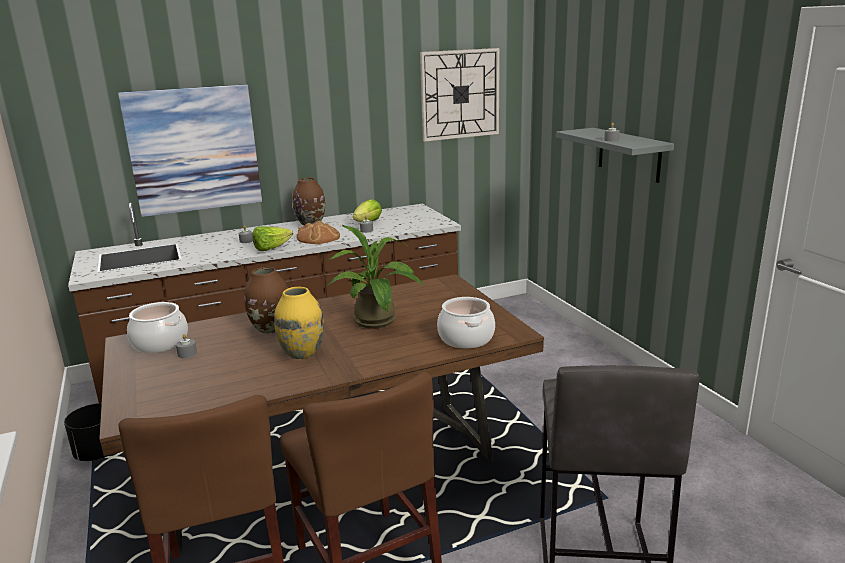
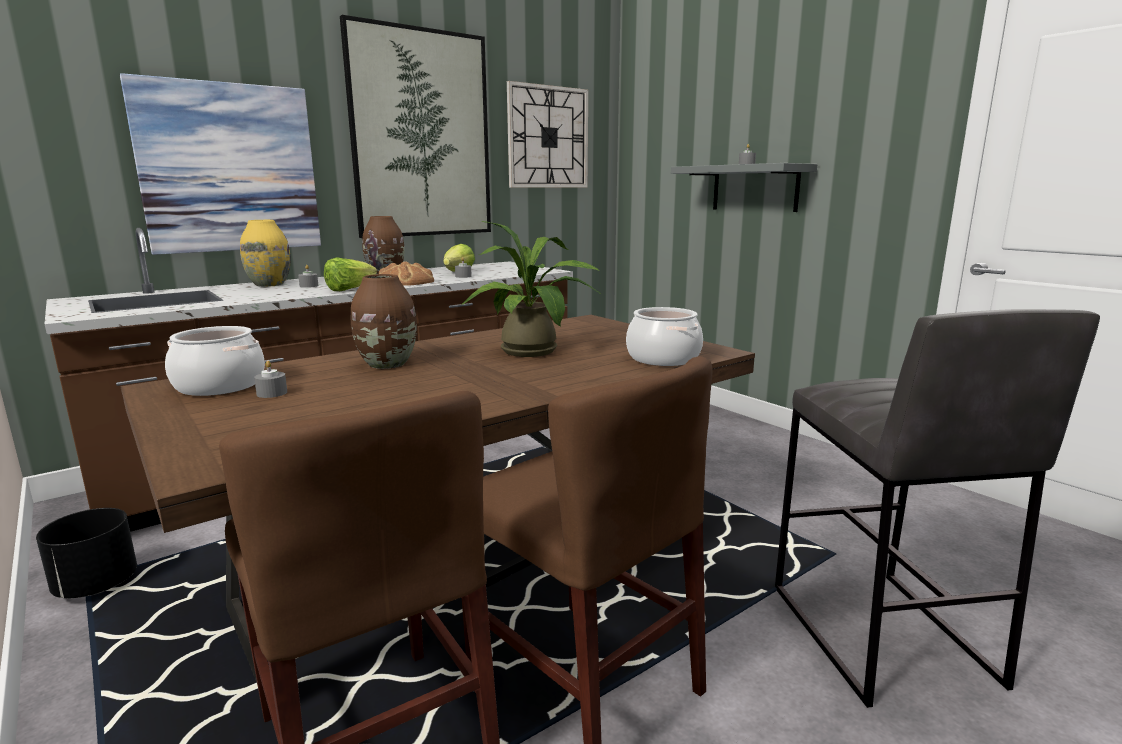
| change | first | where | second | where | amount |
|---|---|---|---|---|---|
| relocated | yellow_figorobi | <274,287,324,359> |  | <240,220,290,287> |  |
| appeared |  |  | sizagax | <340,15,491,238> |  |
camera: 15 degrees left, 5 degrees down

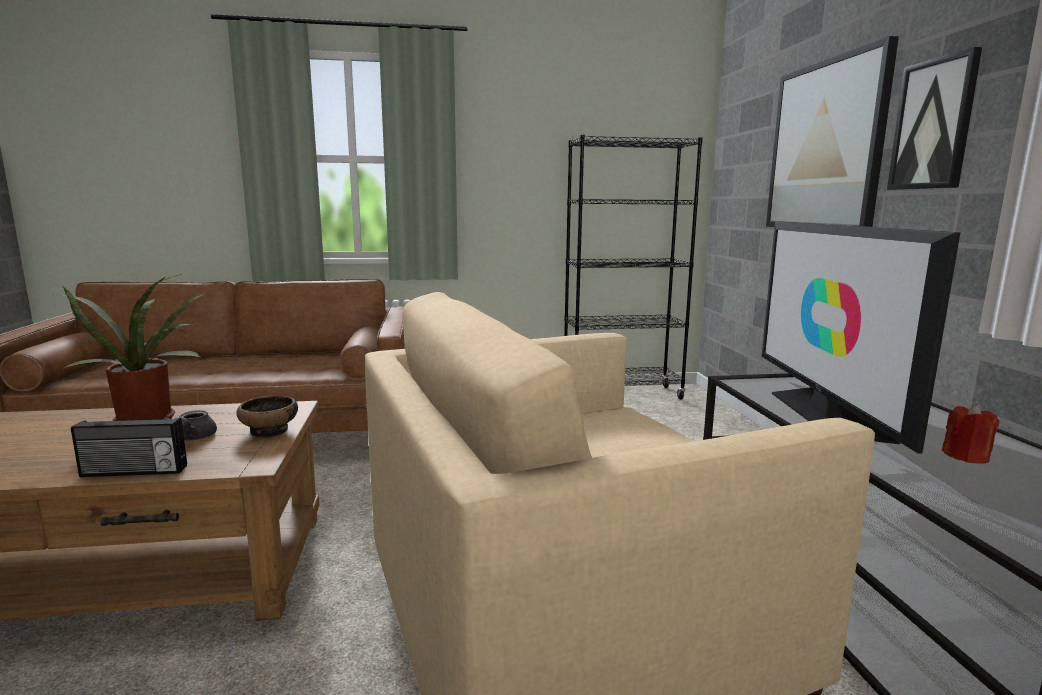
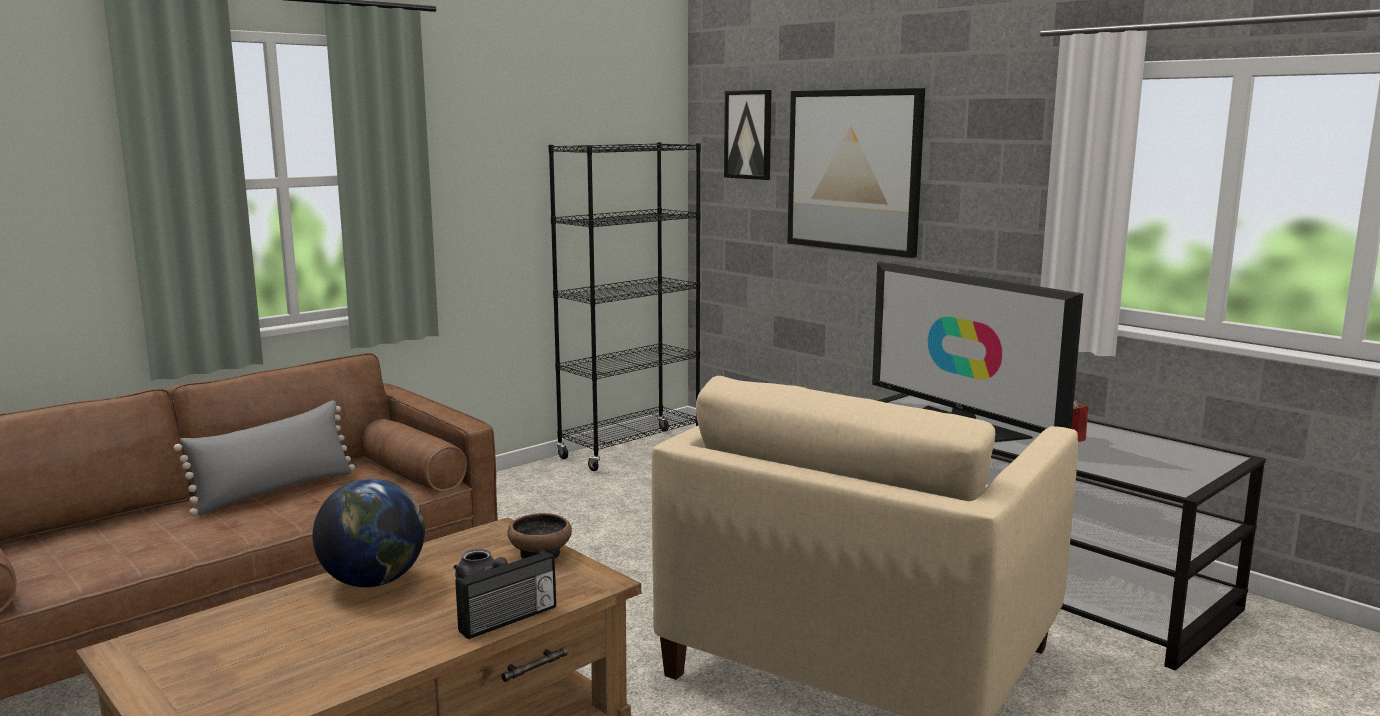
| change | first | where | second | where | amount |
|---|---|---|---|---|---|
| appeared |  |  | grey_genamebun | <174,400,355,516> |  |
| exchanged | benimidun | <54,274,204,421> | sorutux | <313,479,425,587> |  |
| relocated | sizagax | <887,47,982,190> |  | <724,90,772,180> |  |
camera: 35 degrees left, 0 degrees up

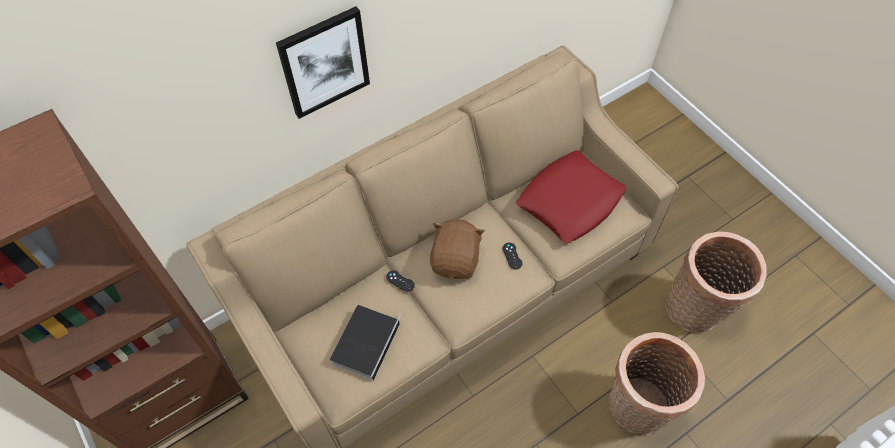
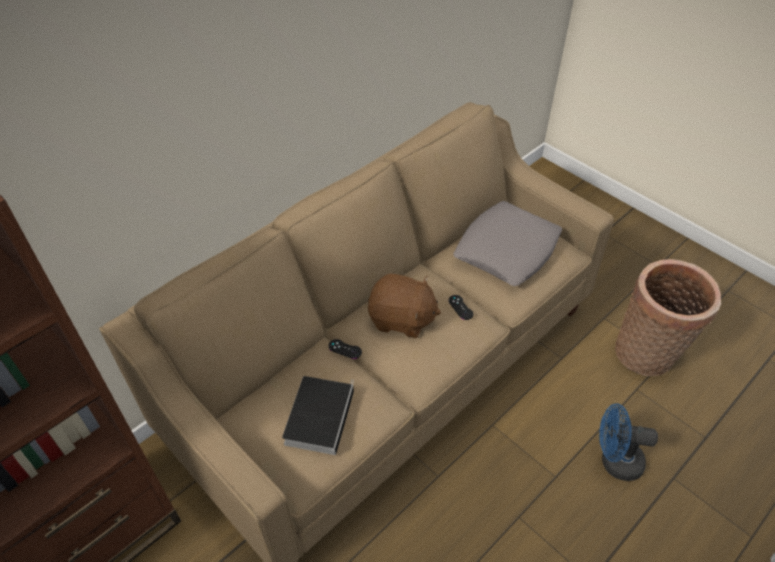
| change | first | where | second | where | amount |
|---|---|---|---|---|---|
| spun | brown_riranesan | <430,219,485,280> |  | <368,274,441,338> | 105 degrees clockwise |
| colour | red_genamebun | <516,150,627,244> | grey_genamebun | <453,201,562,286> |  |
| exchanged | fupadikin | <609,332,705,435> | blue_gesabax | <599,403,658,481> |  |
| missing | sizagax | <276,6,370,119> |  |  |  |
camera: 10 degrees left, 10 degrees down

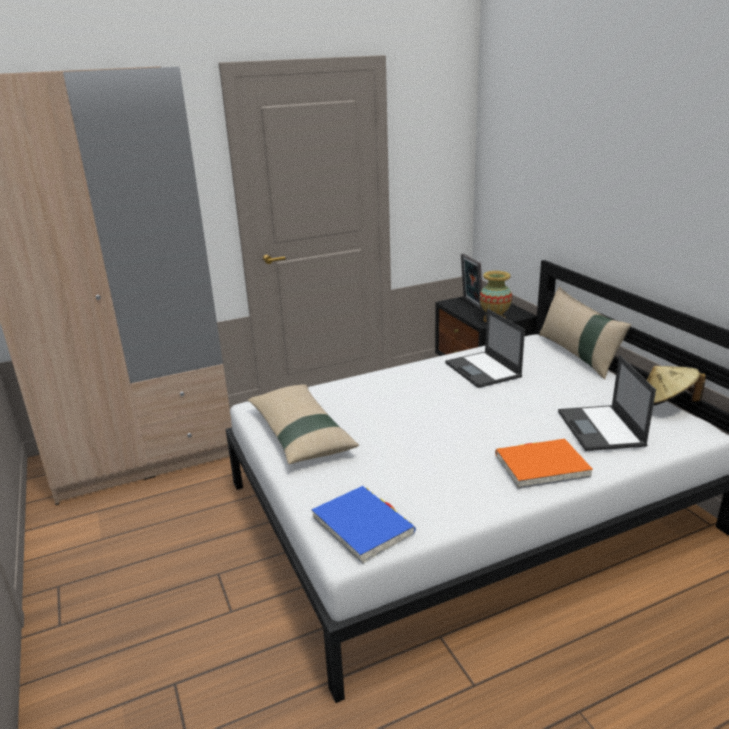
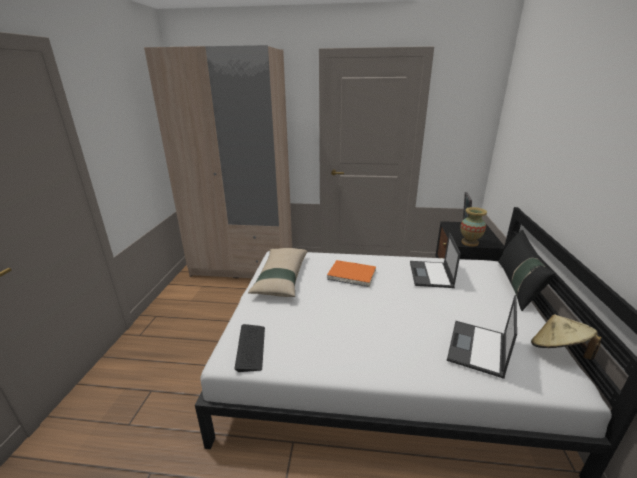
| change | first | where | second | where | amount |
|---|---|---|---|---|---|
| exchanged | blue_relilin | <311,486,416,564> | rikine | <234,324,265,372> |  |
| relocated | orange_relilin | <495,439,593,489> |  | <327,260,376,287> |  |
| colour | beige_genamebun | <539,287,631,379> | black_genamebun | <498,230,555,311> |  |
camera: 30 degrees right, 0 degrees up

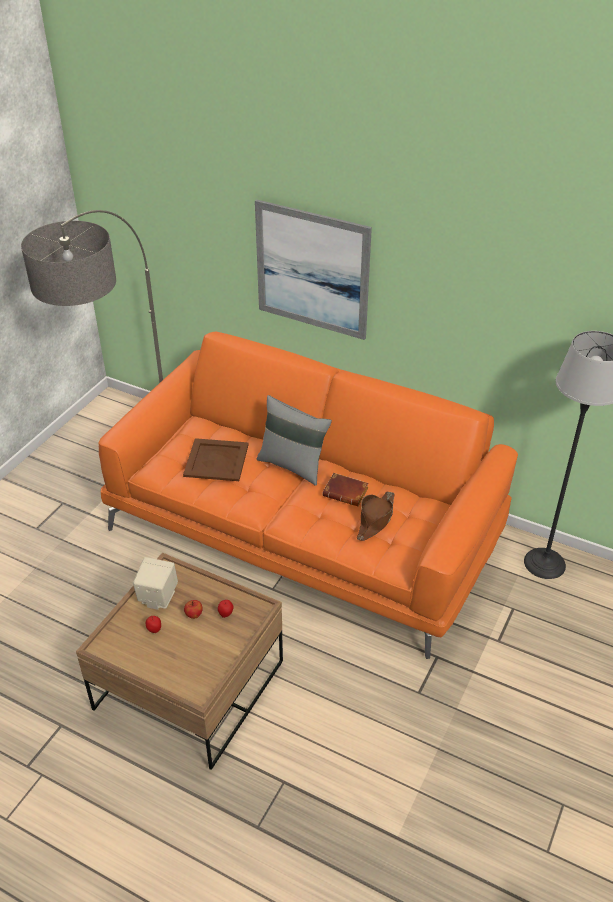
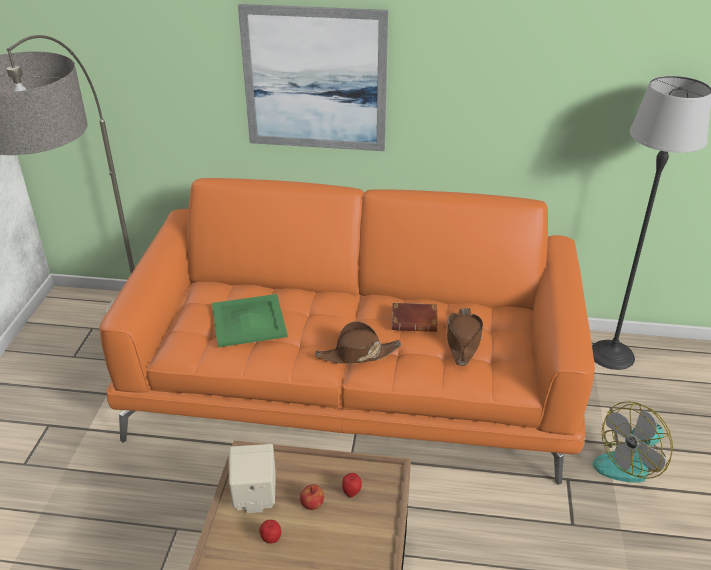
| change | first | where | second | where | amount |
|---|---|---|---|---|---|
| colour | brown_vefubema | <183,438,249,481> | green_vefubema | <212,294,288,347> |  |
| appeared |  |  | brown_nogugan | <315,321,401,364> |  |
| appeared |  |  | gesabax | <593,401,673,483> |  |
| missing | grey_genamebun | <257,395,332,486> |  |  |  |
camera: 20 degrees left, 5 degrees down

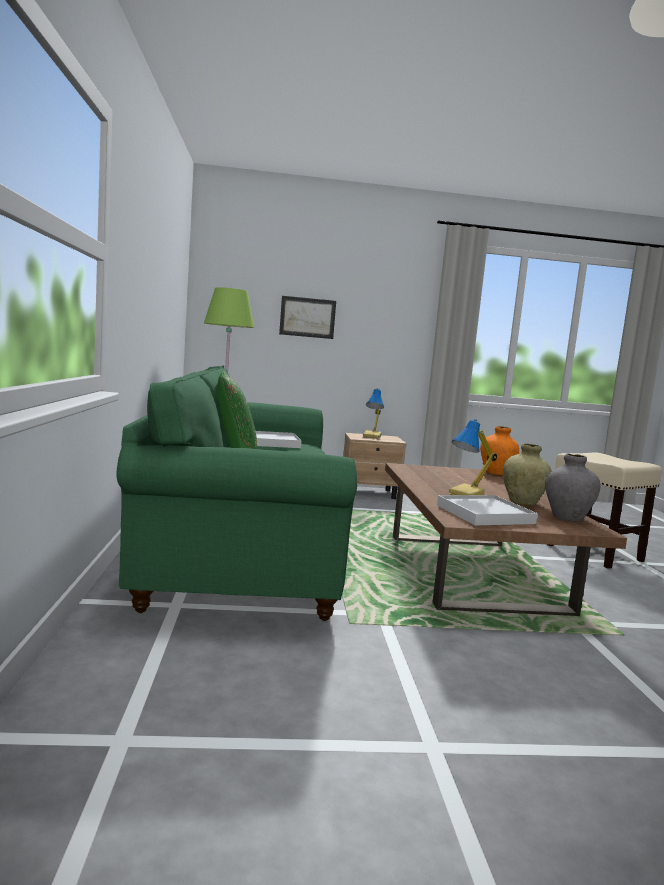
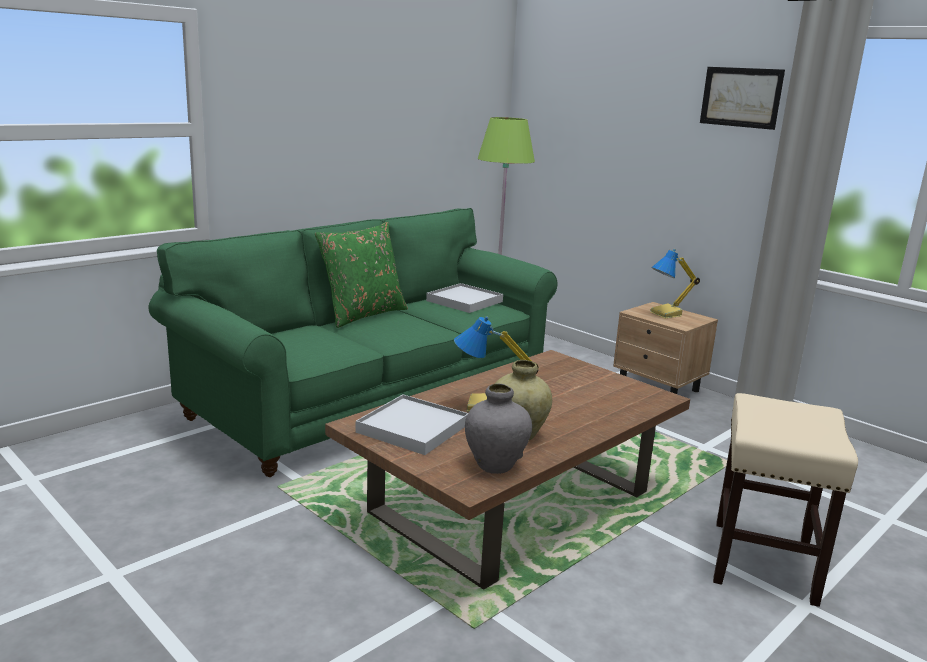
| change | first | where | second | where | amount |
|---|---|---|---|---|---|
| relocated | sizagax | <279,296,336,339> |  | <700,67,785,130> |  |
| missing | orange_figorobi | <480,426,519,475> |  |  |  |
camera: 50 degrees right, 10 degrees up

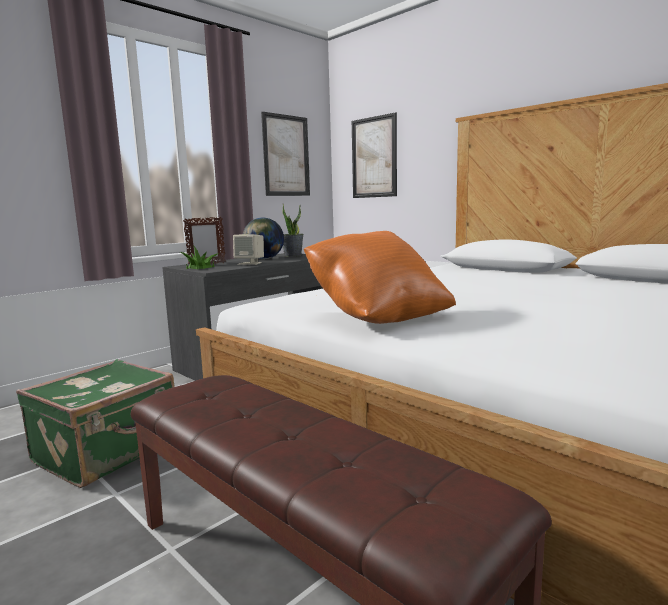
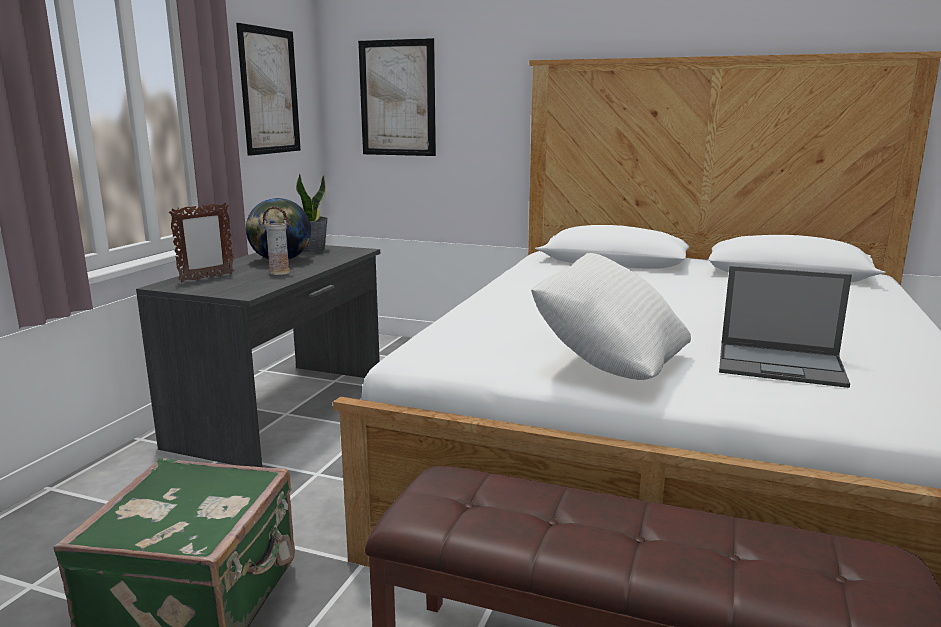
| change | first | where | second | where | amount |
|---|---|---|---|---|---|
| exchanged | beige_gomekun | <233,234,264,265> | figorobi | <262,206,290,275> |  |
| colour | orange_genamebun | <304,231,456,324> | white_genamebun | <531,253,691,380> |  |
| appeared |  |  | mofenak | <719,266,852,388> |  |
| missing | benimidun | <180,245,217,269> |  |  |  |
camera: 25 degrees left, 5 degrees up

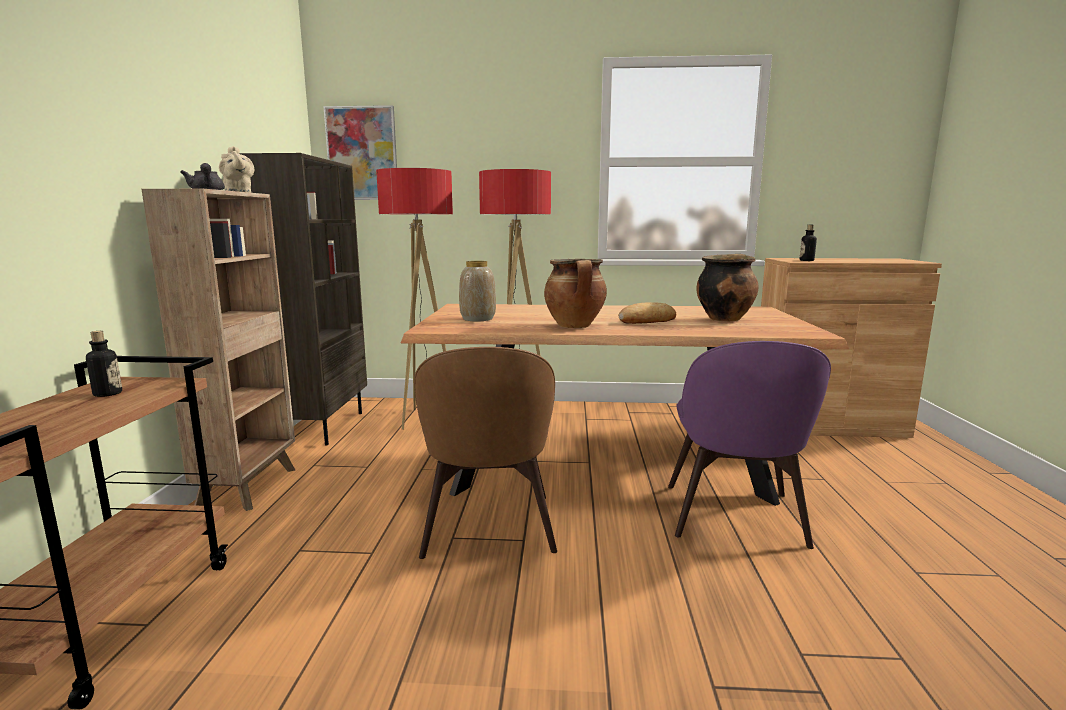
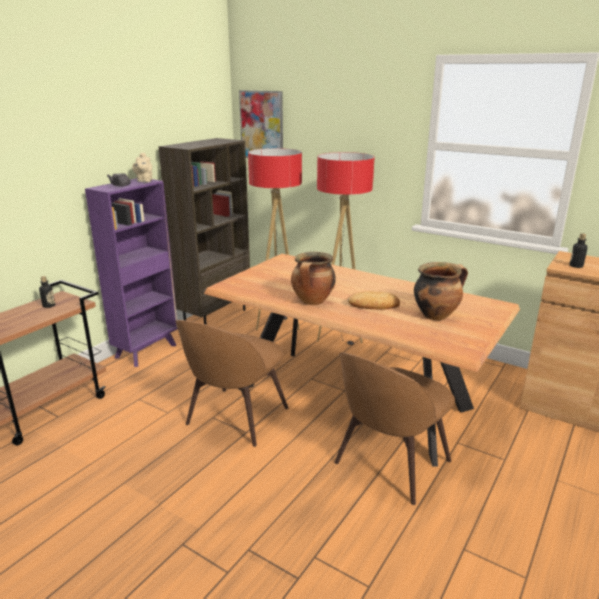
| change | first | where | second | where | amount |
|---|---|---|---|---|---|
| colour | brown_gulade | <142,189,295,511> | purple_gulade | <85,178,178,367> |  |
| colour | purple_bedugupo | <668,341,831,549> | brown_bedugupo | <334,352,455,505> |  |
| missing | figorobi | <459,261,496,321> |  |  |  |
camera: 30 degrees right, 10 degrees up

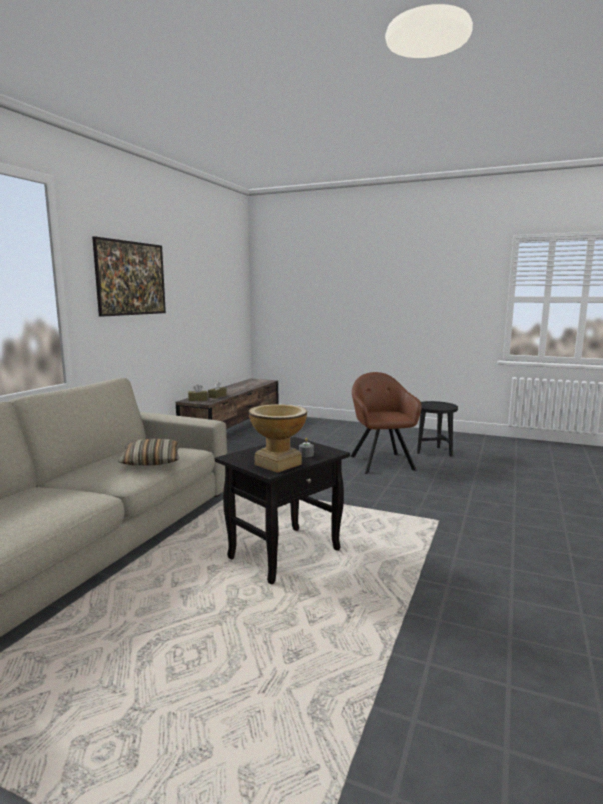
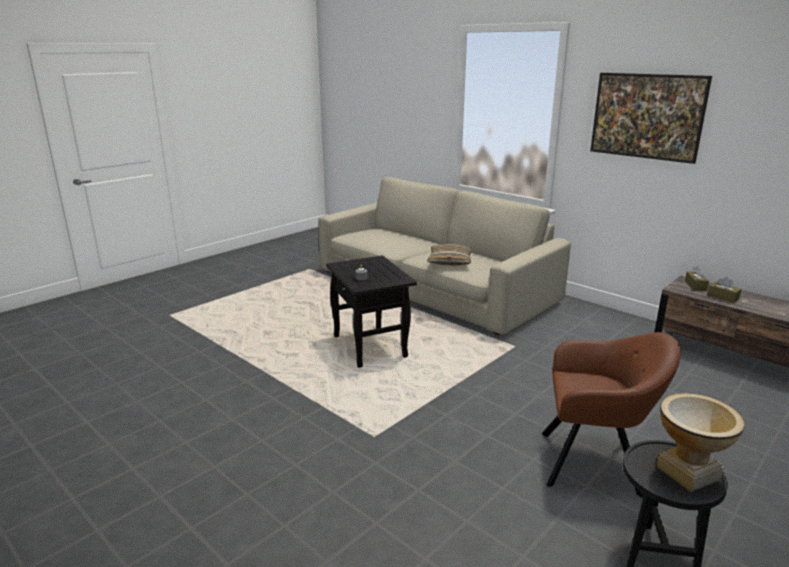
| change | first | where | second | where | amount |
|---|---|---|---|---|---|
| relocated | figorobi | <249,404,307,473> |  | <656,393,745,492> |  |
camera: 110 degrees right, 10 degrees up

